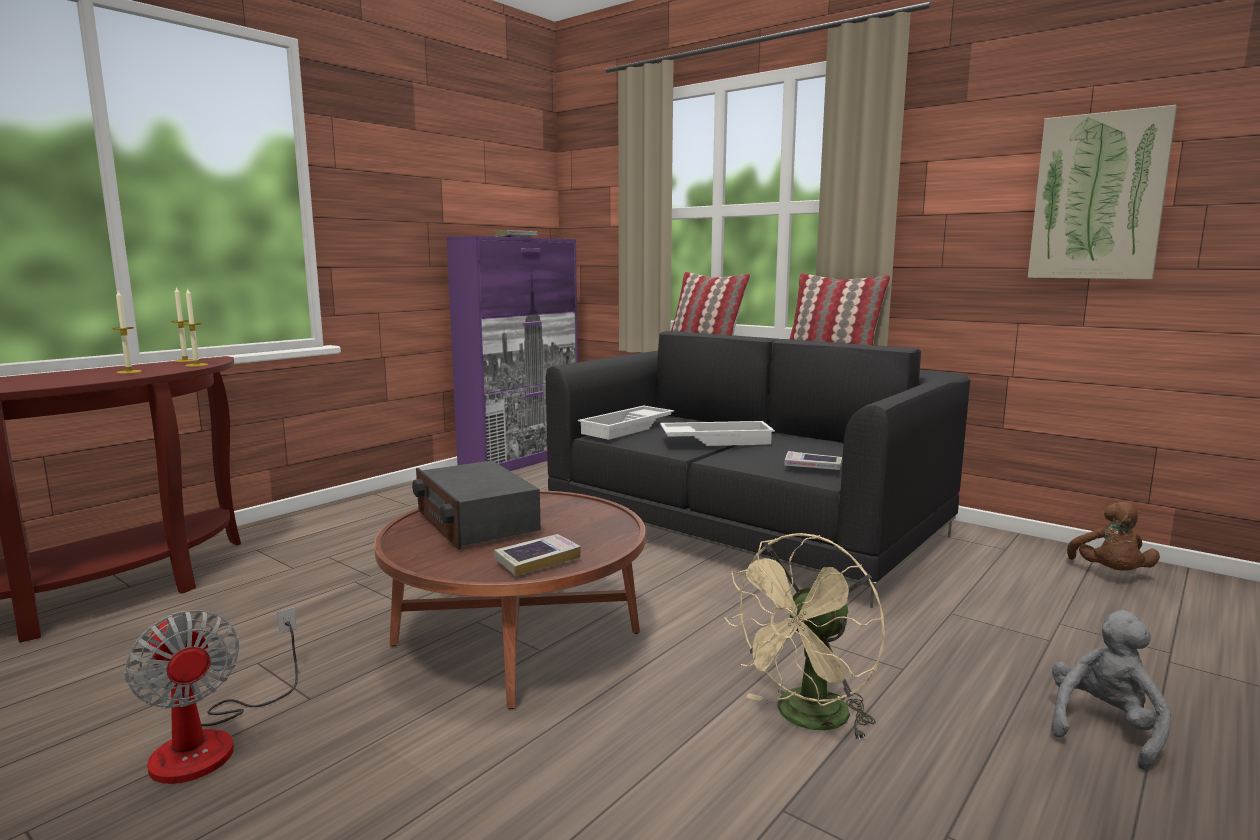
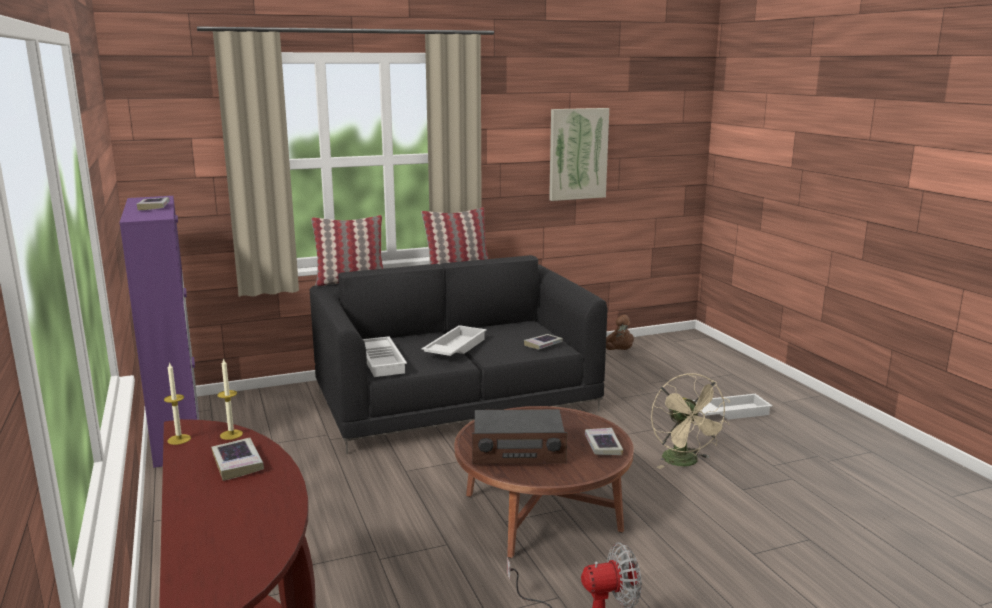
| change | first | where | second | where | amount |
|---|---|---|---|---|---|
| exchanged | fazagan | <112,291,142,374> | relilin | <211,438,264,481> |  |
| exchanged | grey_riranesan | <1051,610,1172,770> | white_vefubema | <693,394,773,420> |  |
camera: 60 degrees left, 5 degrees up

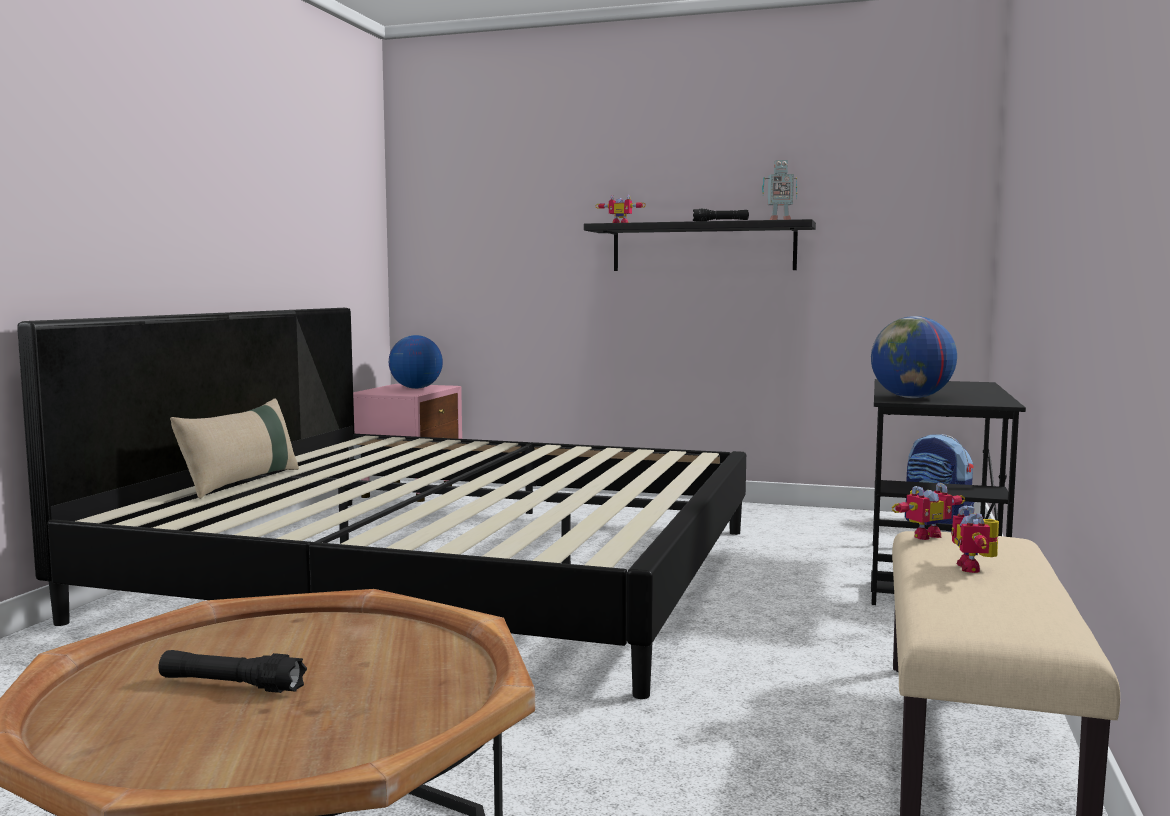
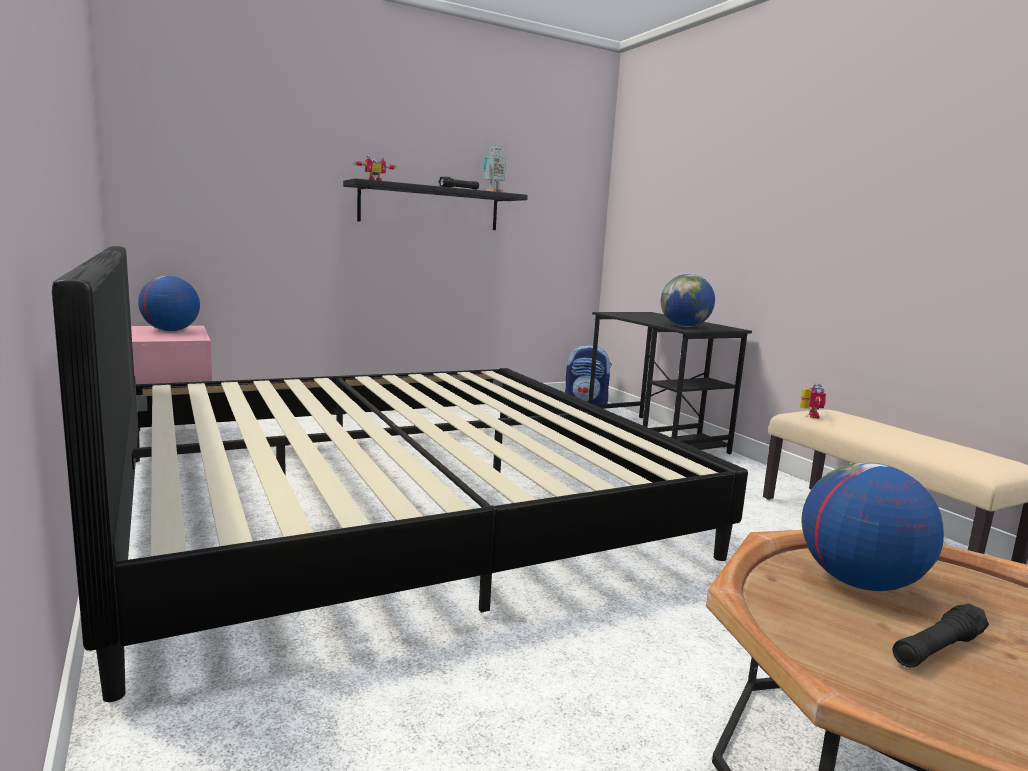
| change | first | where | second | where | amount |
|---|---|---|---|---|---|
| appeared |  |  | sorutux | <801,463,944,591> |  |
| missing | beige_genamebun | <170,398,299,499> |  |  |  |
| missing | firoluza | <951,505,999,573> |  |  |  |
camera: 45 degrees left, 5 degrees up

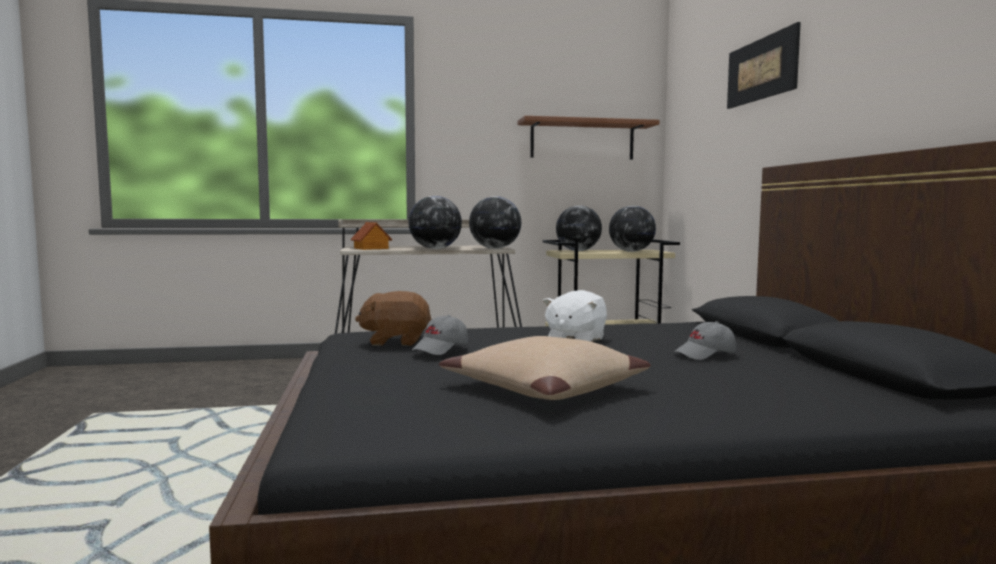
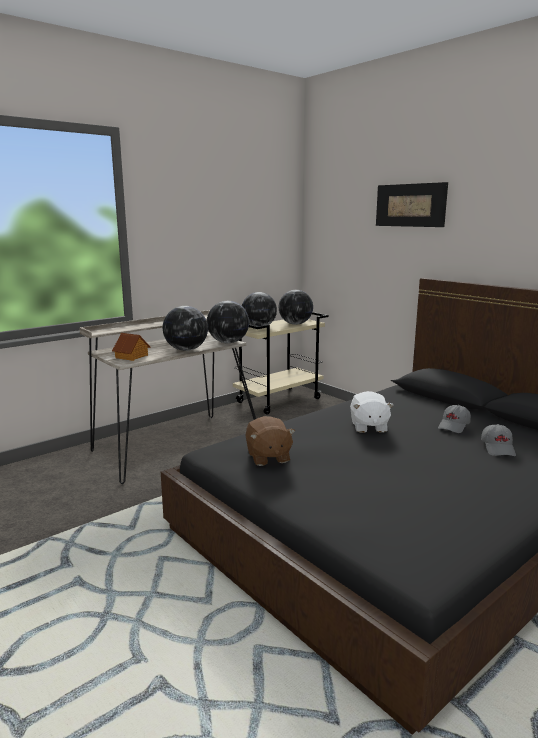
| change | first | where | second | where | amount |
|---|---|---|---|---|---|
| spun | brown_riranesan | <355,291,432,346> |  | <245,416,295,466> | 75 degrees counterclockwise |
| relocated | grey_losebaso | <411,315,468,355> |  | <481,424,516,456> |  |
| missing | beige_genamebun | <439,336,651,400> |  |  |  |
| missing | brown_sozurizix | <518,116,660,160> |  |  |  |
camera: 30 degrees left, 10 degrees up

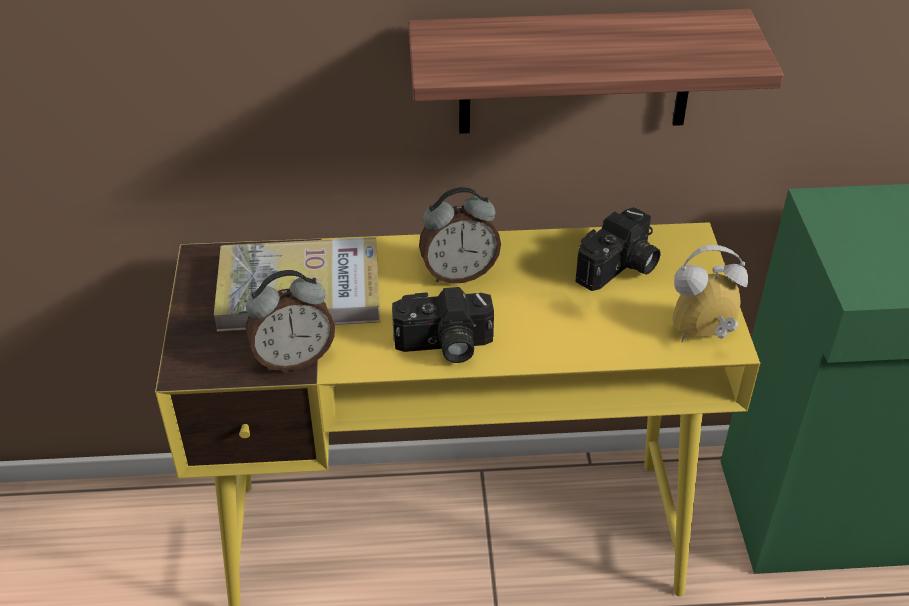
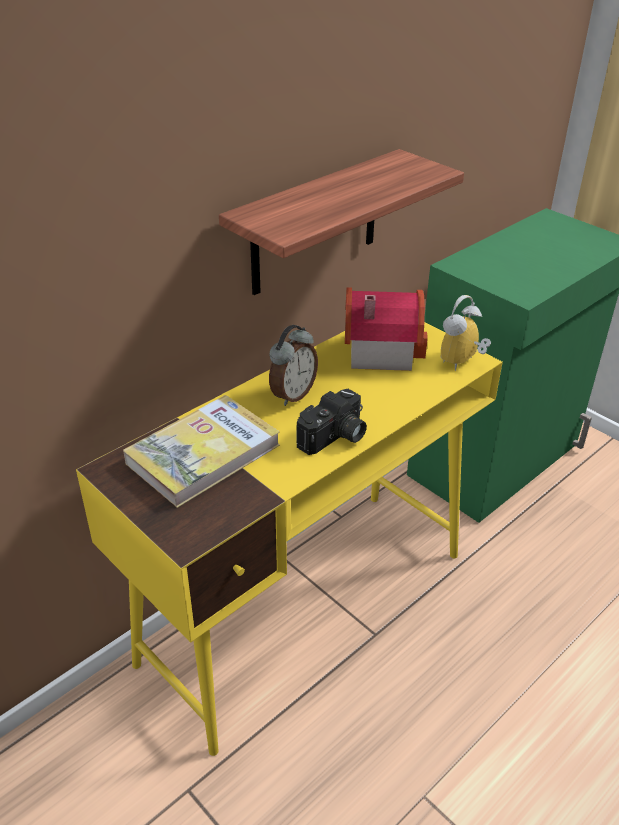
| change | first | where | second | where | amount |
|---|---|---|---|---|---|
| exchanged | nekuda | <576,207,661,291> | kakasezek | <345,287,428,371> |  |
| missing | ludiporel | <246,270,335,371> |  |  |  |
camera: 40 degrees left, 5 degrees down

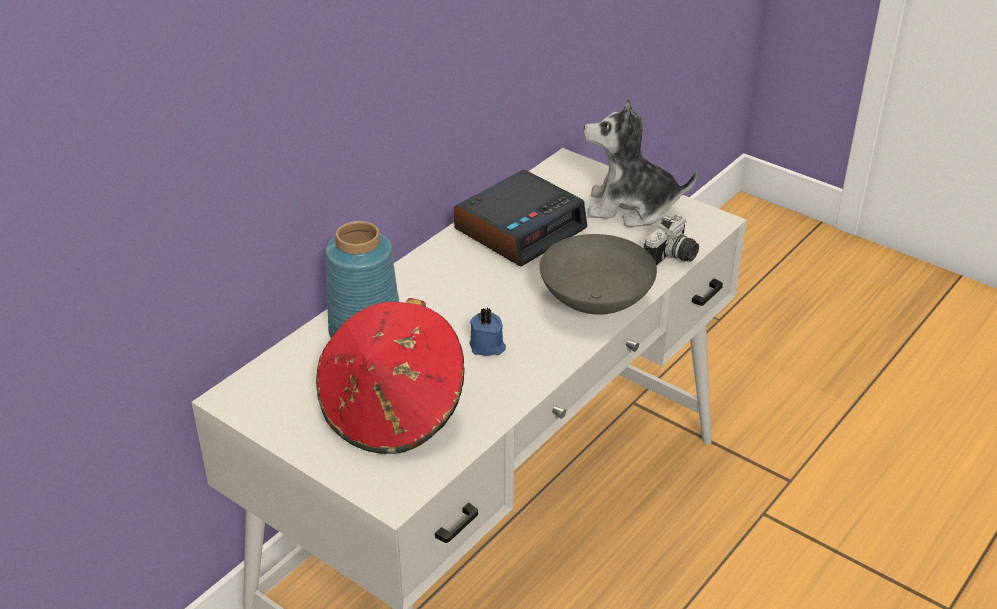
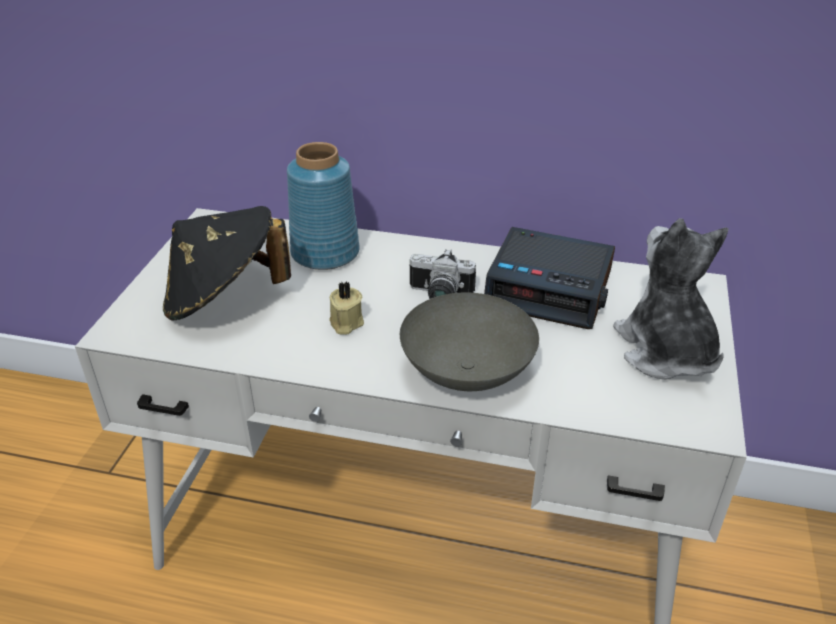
| change | first | where | second | where | amount |
|---|---|---|---|---|---|
| colour | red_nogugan | <316,298,465,454> | black_nogugan | <163,206,291,320> |  |
| colour | blue_fazagan | <469,308,506,356> | beige_fazagan | <329,281,364,335> |  |
| relocated | nekuda | <644,214,699,266> |  | <410,249,476,299> |  |
camera: 65 degrees right, 0 degrees up

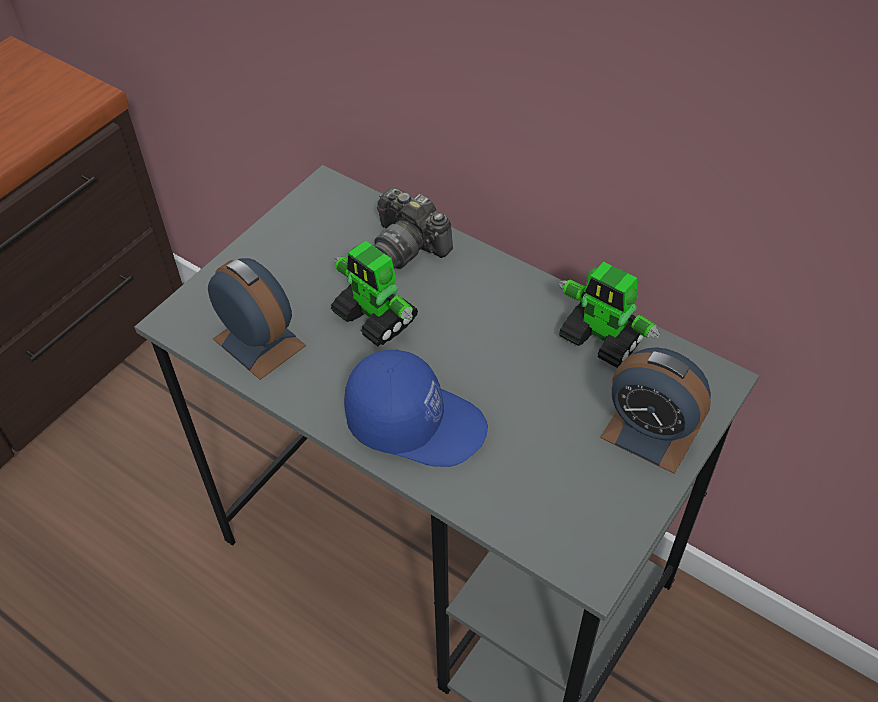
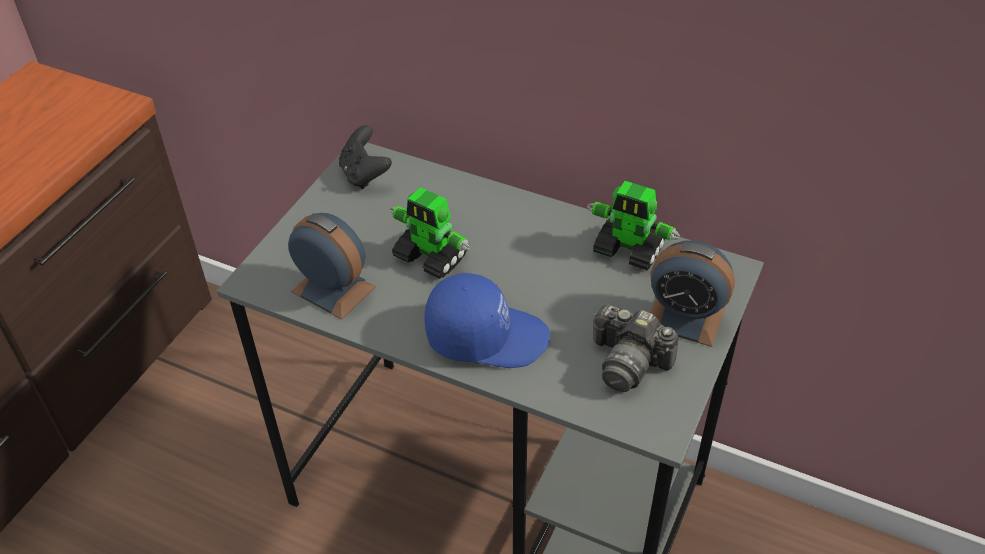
| change | first | where | second | where | amount |
|---|---|---|---|---|---|
| appeared |  |  | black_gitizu | <339,125,392,189> |  |
| relocated | nekuda | <374,187,453,269> |  | <593,304,679,392> |  |
camera: 10 degrees left, 5 degrees down

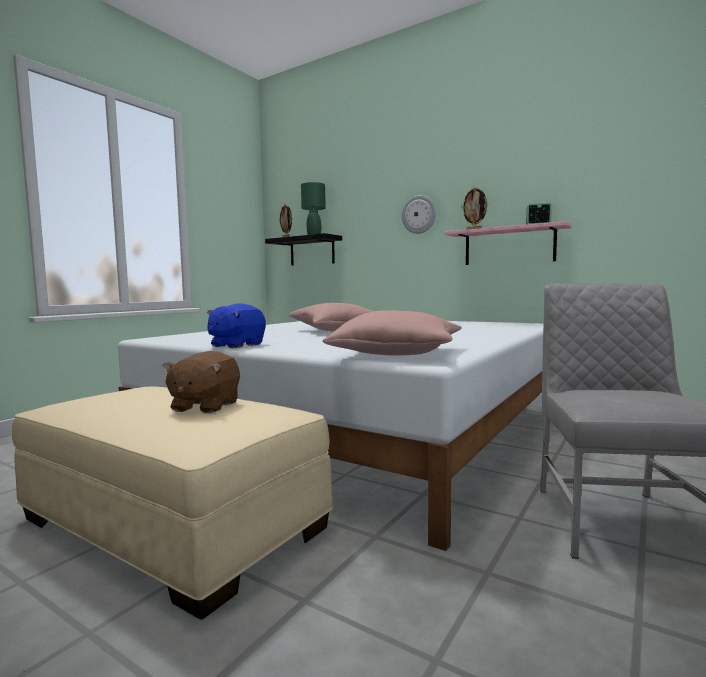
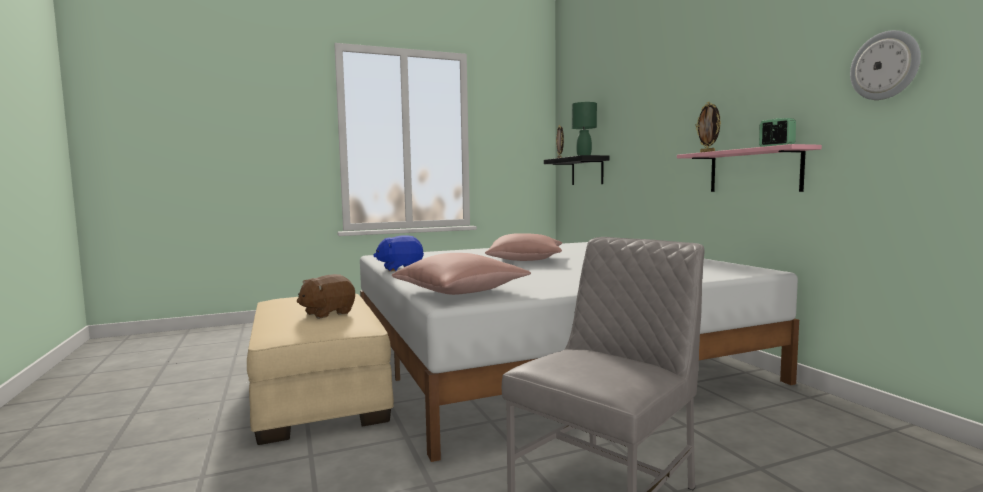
| change | first | where | second | where | amount |
|---|---|---|---|---|---|
| relocated | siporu | <402,195,436,234> |  | <850,30,921,100> |  |
camera: 35 degrees right, 0 degrees up

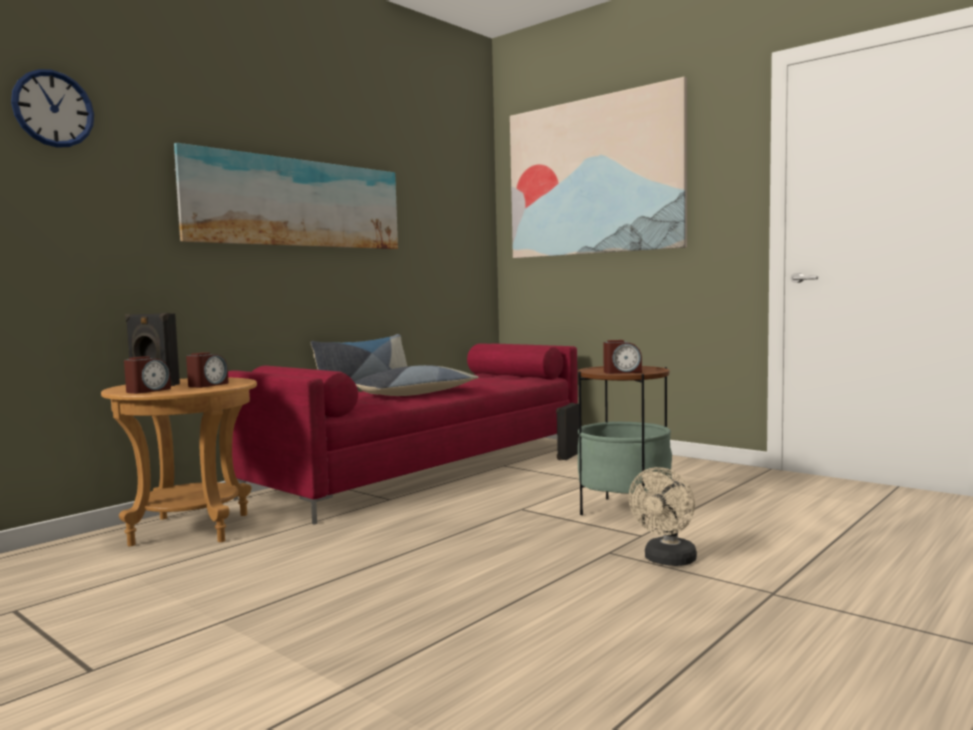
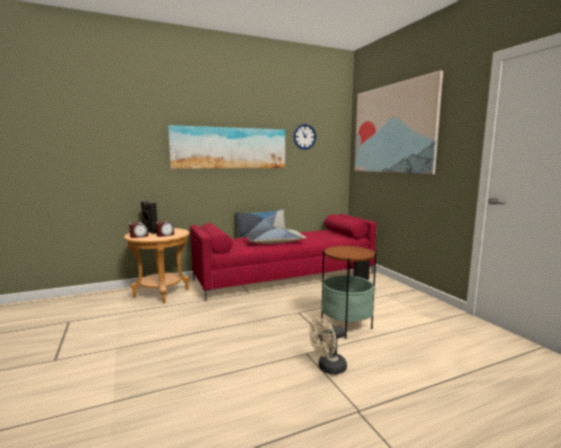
| change | first | where | second | where | amount |
|---|---|---|---|---|---|
| relocated | siporu | <11,69,94,148> |  | <294,124,316,150> |  |
| missing | ludiporel | <603,340,642,374> |  |  |  |
camera: 25 degrees right, 5 degrees up

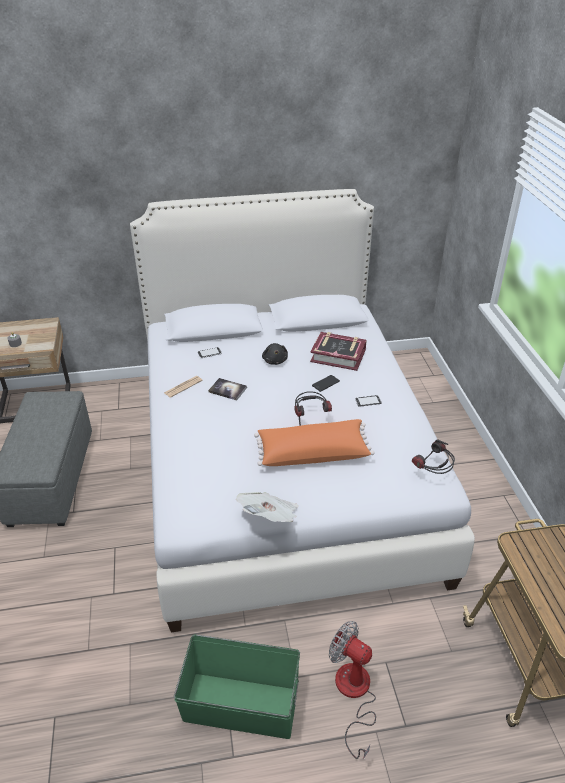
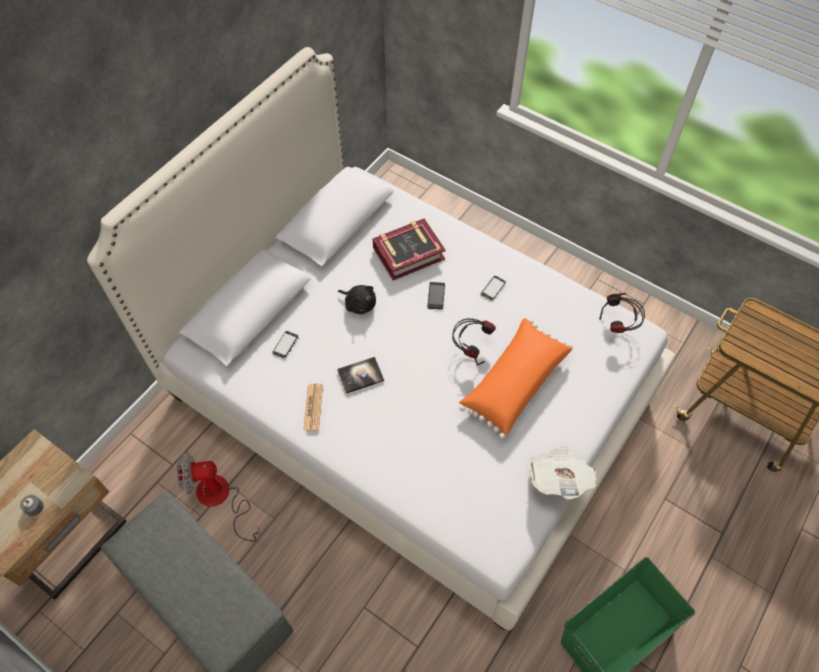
| change | first | where | second | where | amount |
|---|---|---|---|---|---|
| relocated | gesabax | <329,621,376,760> |  | <177,452,261,541> |  |
camera: 45 degrees left, 20 degrees up

